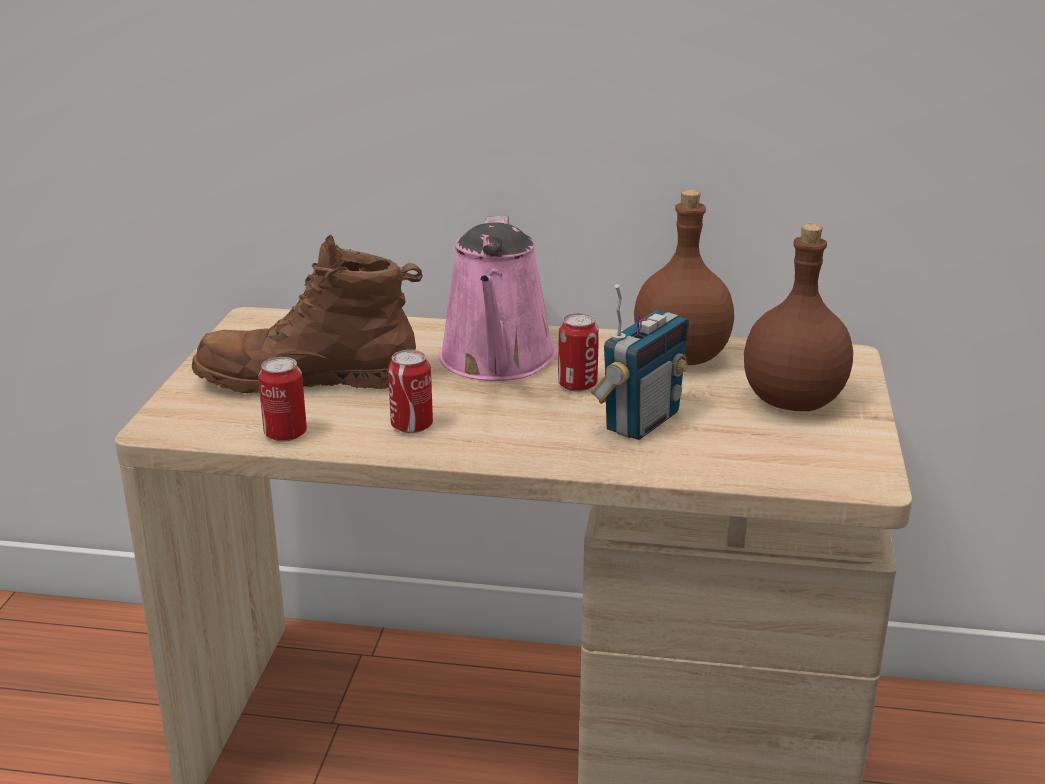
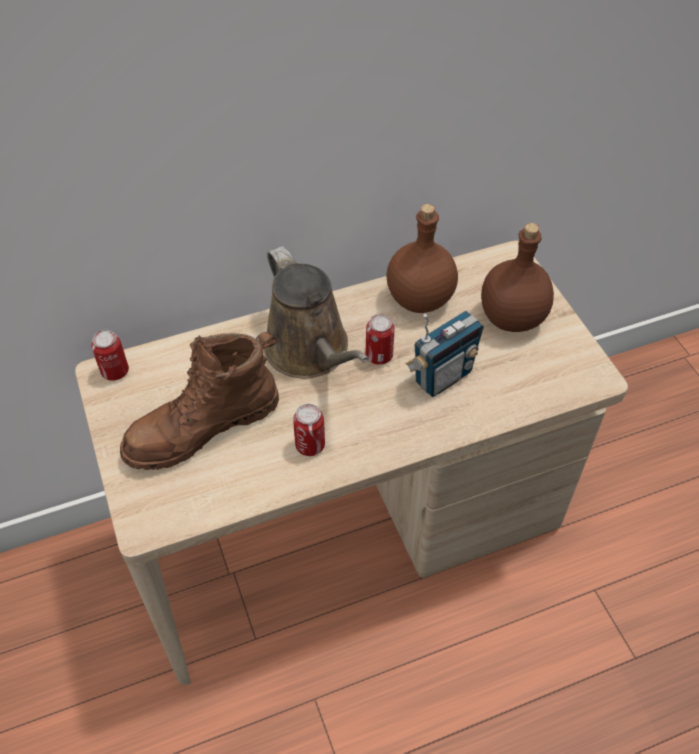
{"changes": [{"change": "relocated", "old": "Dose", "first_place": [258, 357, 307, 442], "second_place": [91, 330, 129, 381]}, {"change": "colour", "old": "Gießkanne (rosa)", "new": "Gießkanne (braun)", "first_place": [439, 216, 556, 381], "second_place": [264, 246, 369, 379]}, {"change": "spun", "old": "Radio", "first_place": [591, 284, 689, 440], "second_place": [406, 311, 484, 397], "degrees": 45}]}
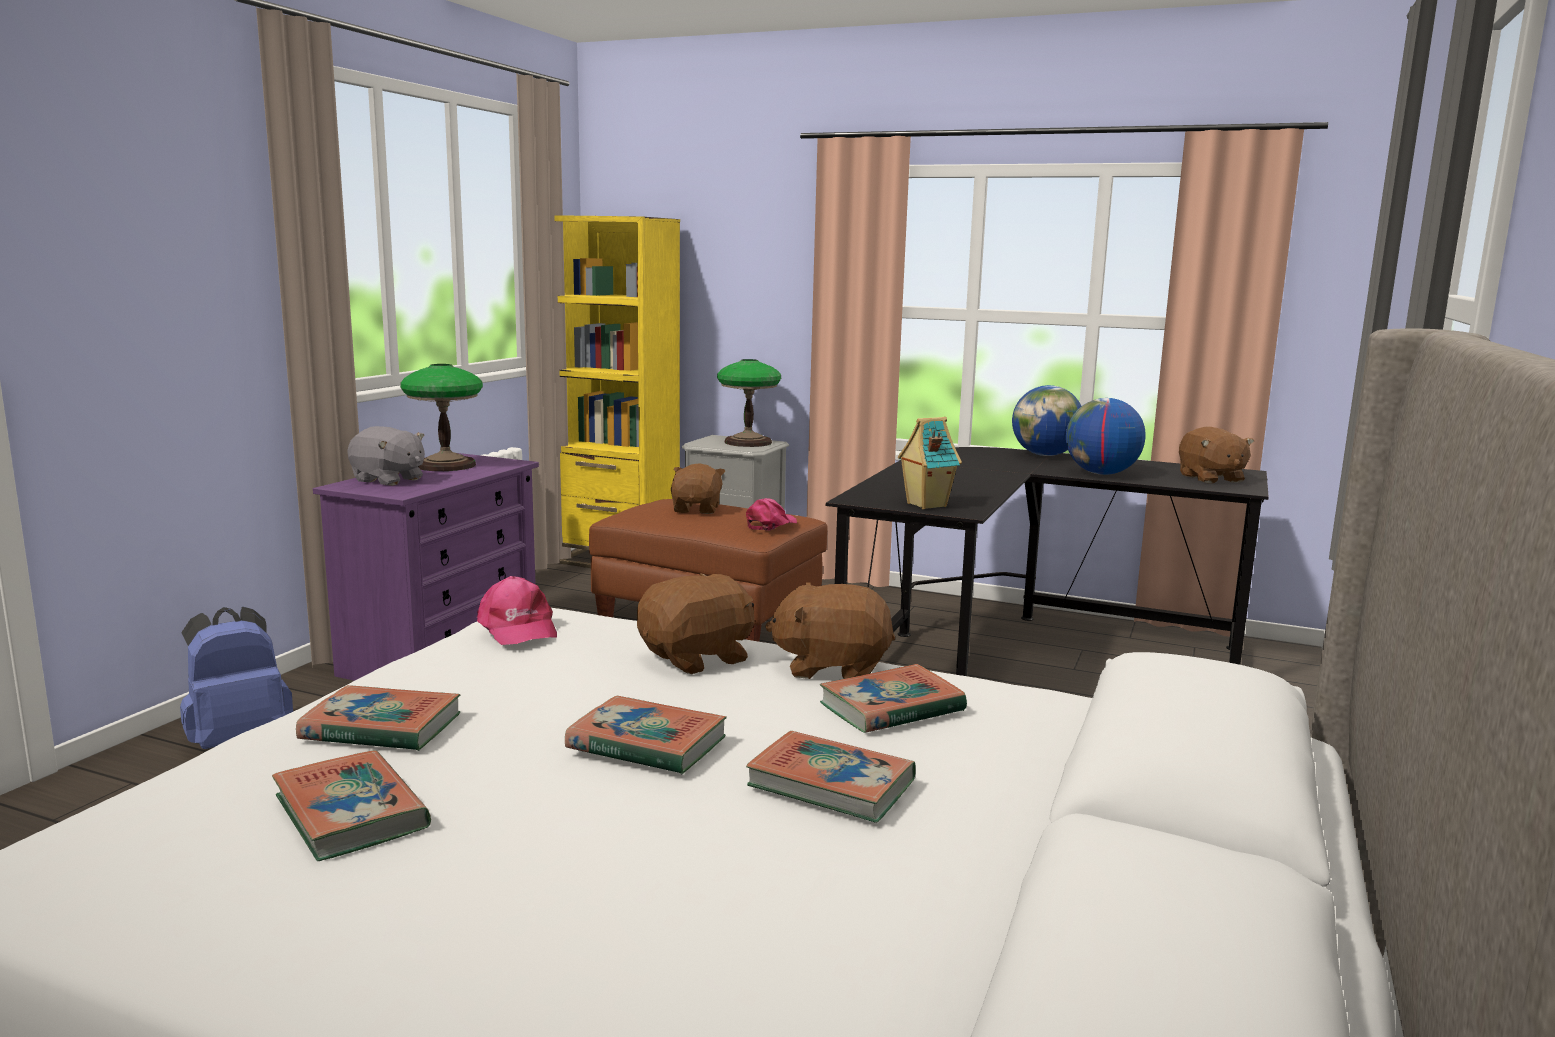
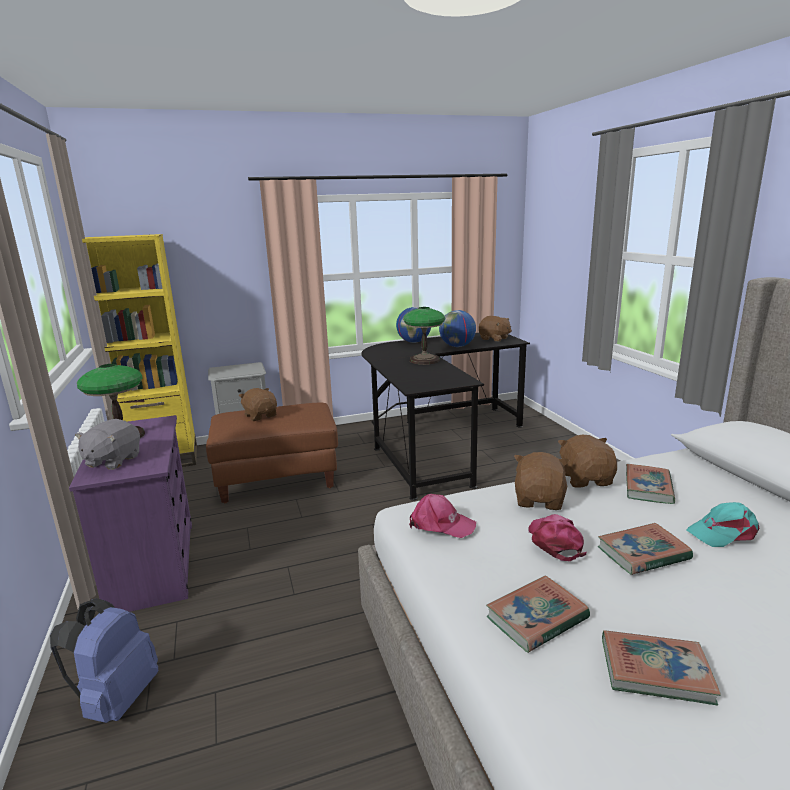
{"changes": [{"change": "missing", "old": "Spielzeughaus", "first_place": [898, 417, 962, 509]}, {"change": "relocated", "old": "Tischlampe", "first_place": [717, 359, 781, 447], "second_place": [403, 307, 445, 365]}, {"change": "relocated", "old": "Kappe (rosa)", "first_place": [746, 498, 797, 531], "second_place": [529, 514, 587, 561]}, {"change": "exchanged", "old": "Buch", "new": "Kappe (türkis)", "first_place": [746, 731, 916, 823], "second_place": [686, 502, 759, 547]}, {"change": "spun", "old": "Plüschtier (grau)", "first_place": [347, 426, 425, 486], "second_place": [75, 419, 140, 470], "degrees": 120}, {"change": "spun", "old": "Plüschtier (braun)", "first_place": [765, 582, 895, 679], "second_place": [558, 435, 617, 488], "degrees": 120}]}
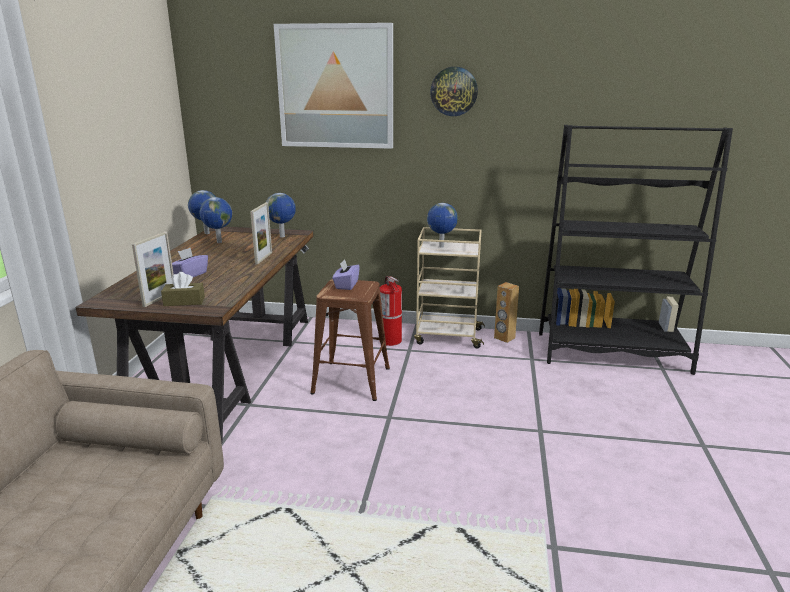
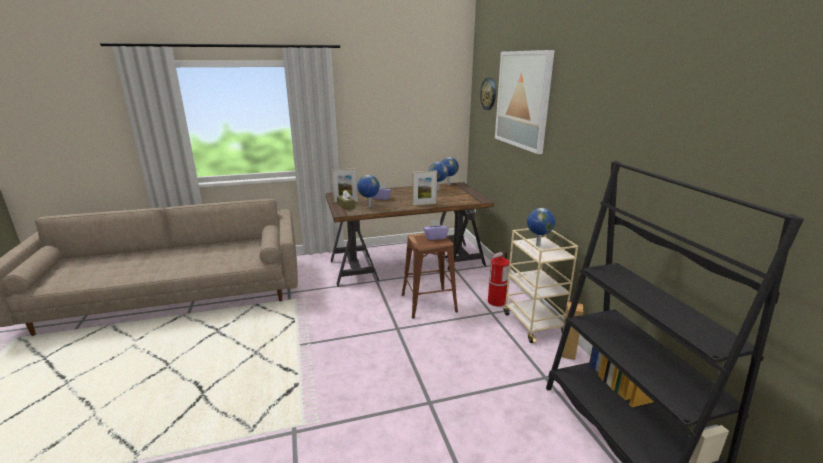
{"changes": [{"change": "relocated", "old": "Globus", "first_place": [266, 193, 296, 237], "second_place": [357, 175, 380, 207]}, {"change": "relocated", "old": "Wanduhr", "first_place": [430, 67, 478, 116], "second_place": [480, 78, 496, 110]}]}
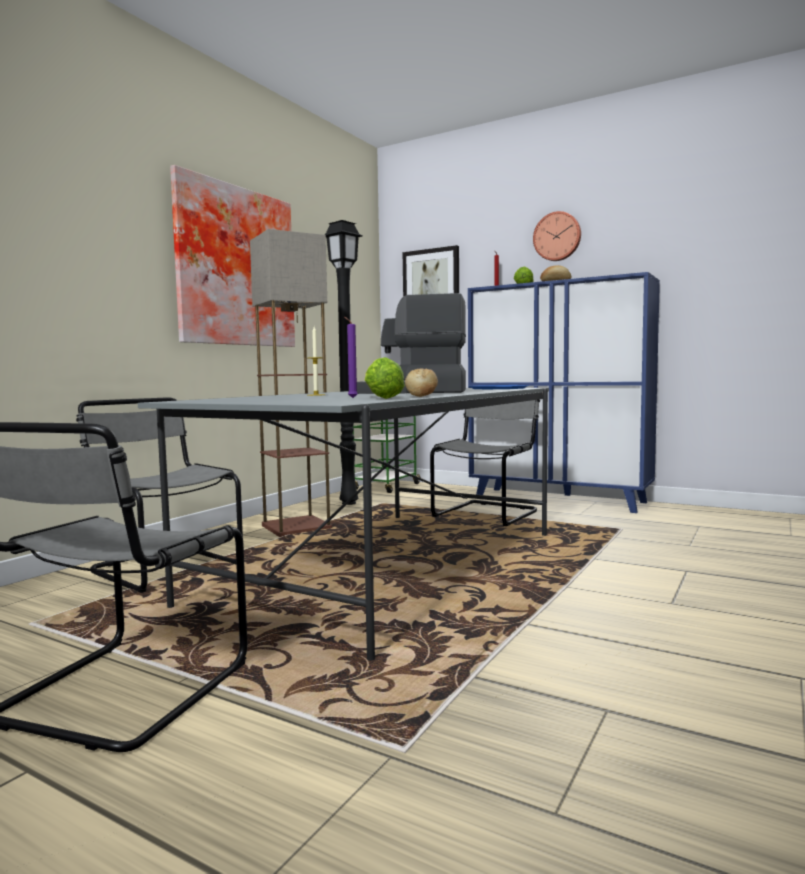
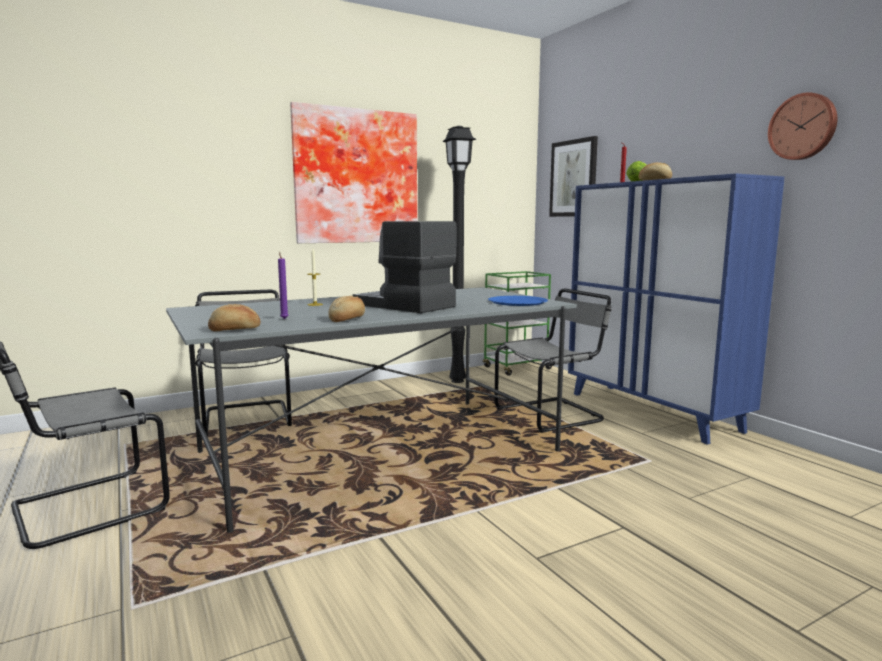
{"changes": [{"change": "missing", "old": "Stehlampe", "first_place": [250, 229, 332, 537]}, {"change": "missing", "old": "Salatkopf", "first_place": [365, 357, 405, 399]}, {"change": "appeared", "new": "Brot", "second_place": [208, 304, 260, 331]}, {"change": "relocated", "old": "Wanduhr", "first_place": [533, 211, 581, 261], "second_place": [768, 92, 837, 160]}]}
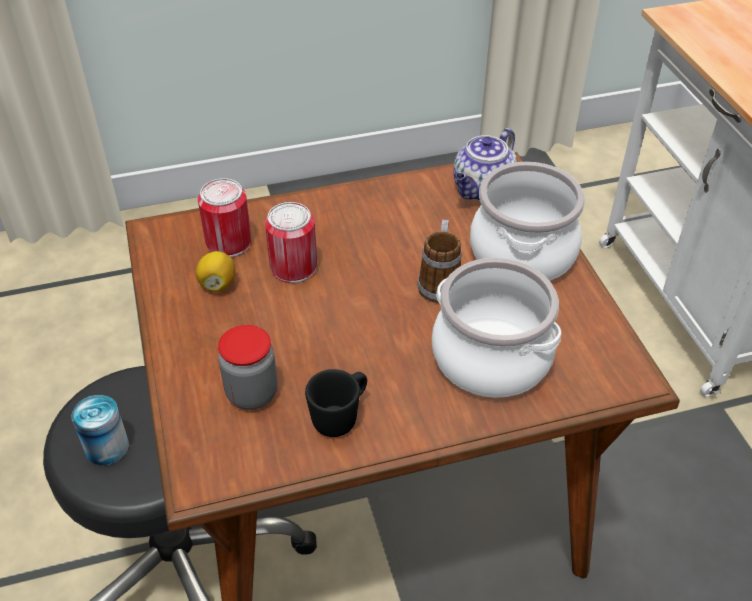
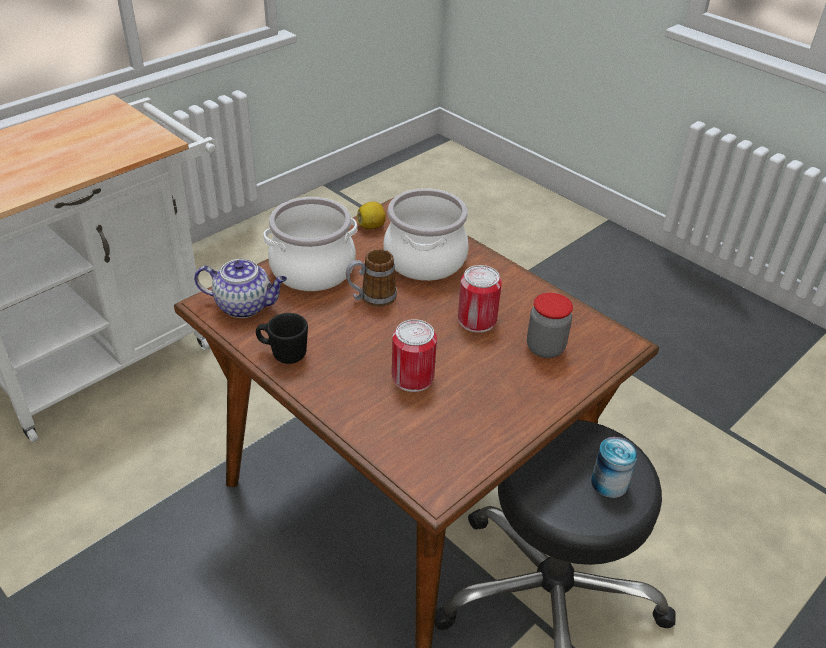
{"changes": [{"change": "relocated", "old": "Zitrone", "first_place": [196, 251, 235, 292], "second_place": [357, 202, 386, 229]}, {"change": "relocated", "old": "Dose", "first_place": [198, 178, 252, 257], "second_place": [458, 265, 502, 333]}, {"change": "relocated", "old": "Henkelbecher (schwarz)", "first_place": [305, 369, 367, 437], "second_place": [256, 313, 308, 364]}]}
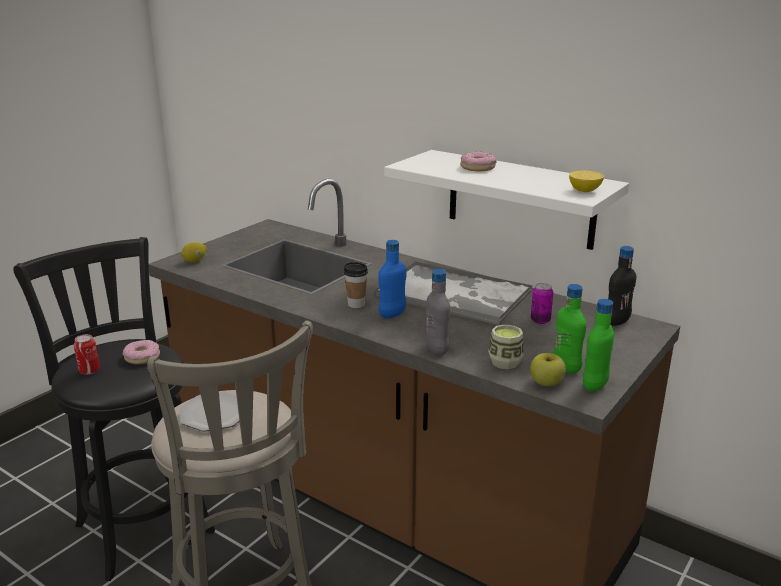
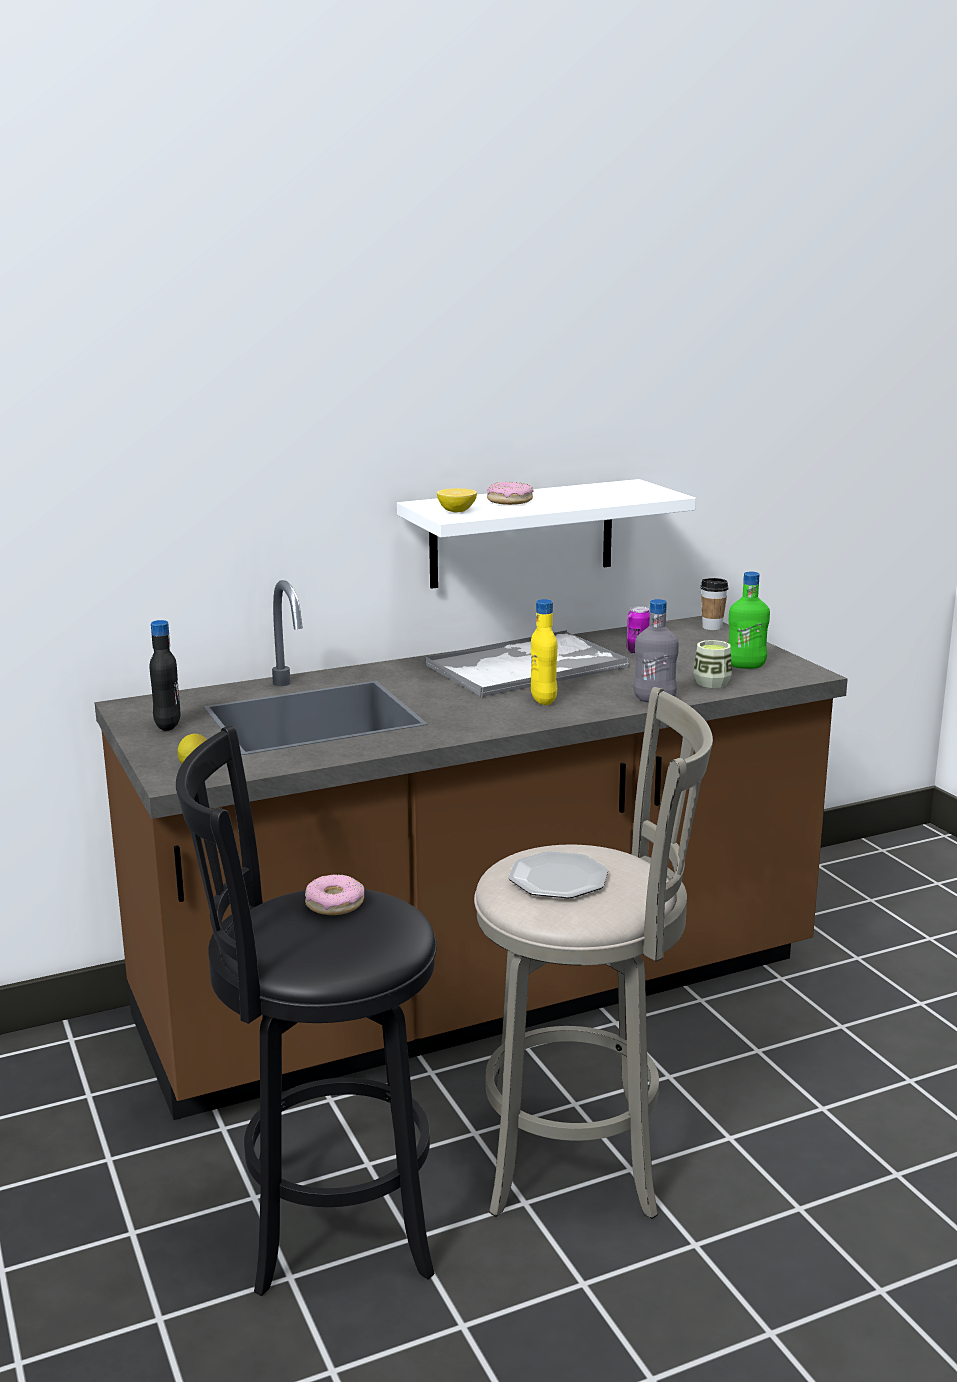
{"changes": [{"change": "missing", "old": "Dose", "first_place": [74, 334, 100, 375]}, {"change": "missing", "old": "Apfel", "first_place": [530, 353, 566, 386]}, {"change": "missing", "old": "Flasche (grün)", "first_place": [583, 299, 614, 392]}, {"change": "relocated", "old": "Tasse", "first_place": [344, 262, 368, 308], "second_place": [700, 578, 729, 630]}, {"change": "relocated", "old": "Zitrone", "first_place": [569, 171, 604, 192], "second_place": [437, 488, 477, 512]}, {"change": "relocated", "old": "Flasche (schwarz)", "first_place": [608, 246, 636, 326], "second_place": [150, 620, 180, 731]}, {"change": "colour", "old": "Flasche (blau)", "new": "Flasche (gelb)", "first_place": [378, 240, 406, 318], "second_place": [531, 599, 557, 705]}]}
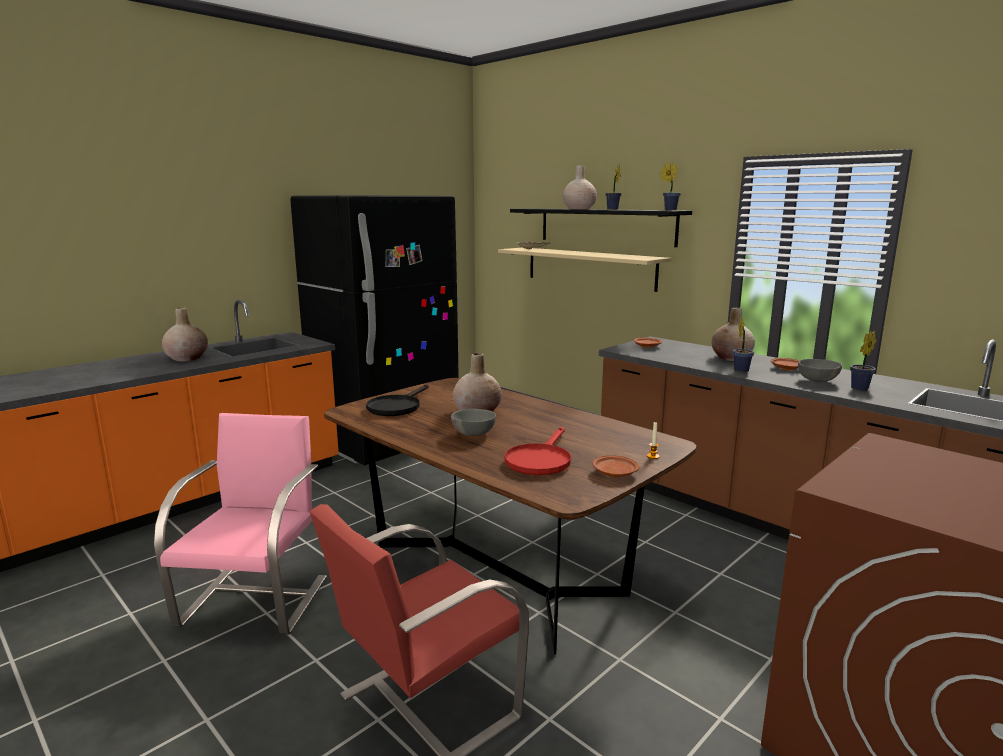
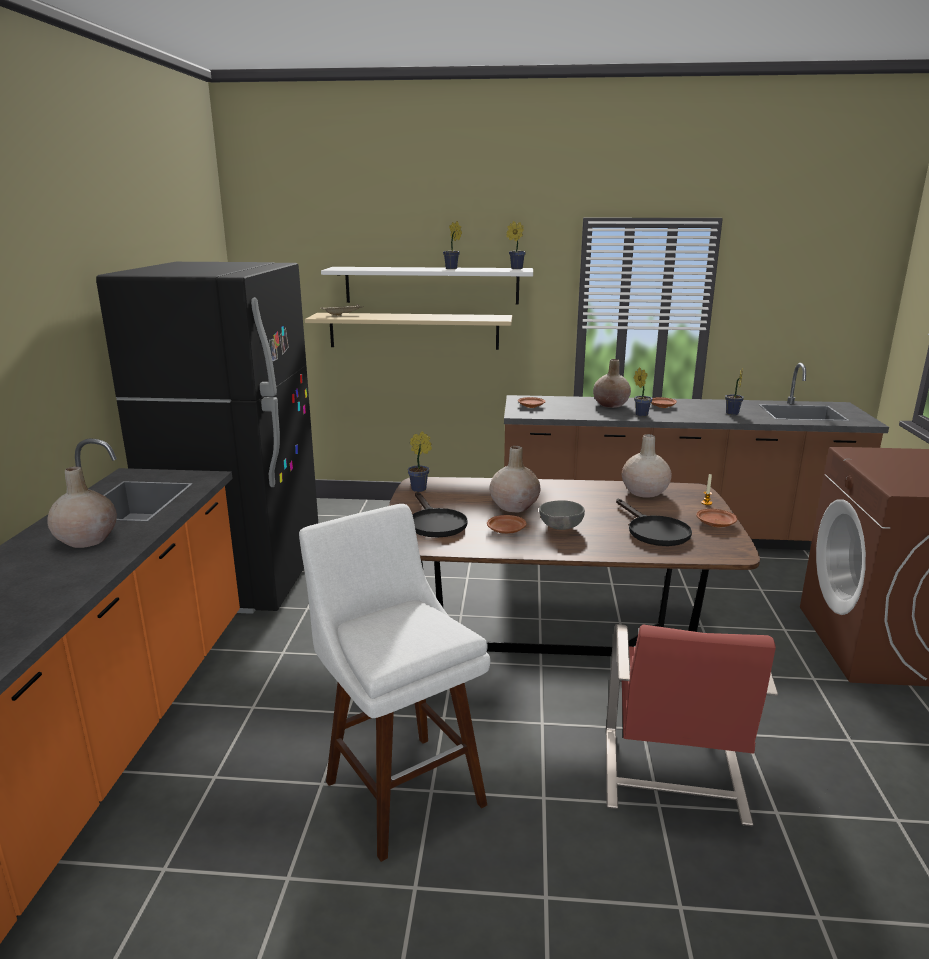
{"changes": [{"change": "missing", "old": "Schüssel (grau)", "first_place": [798, 359, 842, 382]}, {"change": "appeared", "new": "Topfpflanze", "second_place": [407, 431, 432, 492]}, {"change": "appeared", "new": "Teller (braun)", "second_place": [487, 515, 526, 534]}, {"change": "relocated", "old": "Vase (beige)", "first_place": [563, 165, 597, 209], "second_place": [622, 434, 672, 498]}, {"change": "exchanged", "old": "Stuhl (rosa)", "new": "Hocker (weiß)", "first_place": [154, 413, 327, 634], "second_place": [299, 504, 490, 862]}, {"change": "colour", "old": "Pfanne (rot)", "new": "Pfanne (schwarz)", "first_place": [505, 427, 571, 475], "second_place": [616, 499, 692, 546]}, {"change": "colour", "old": "Wandregal (schwarz)", "new": "Wandregal (weiß)", "first_place": [510, 208, 692, 247], "second_place": [321, 267, 533, 305]}]}
